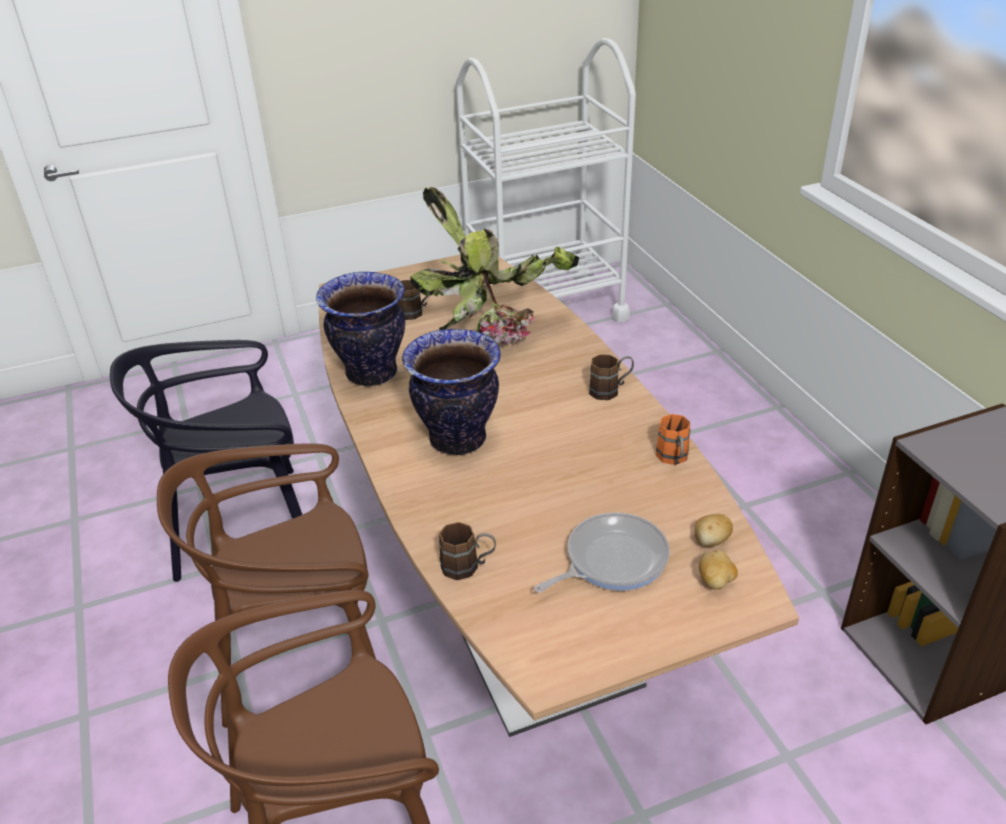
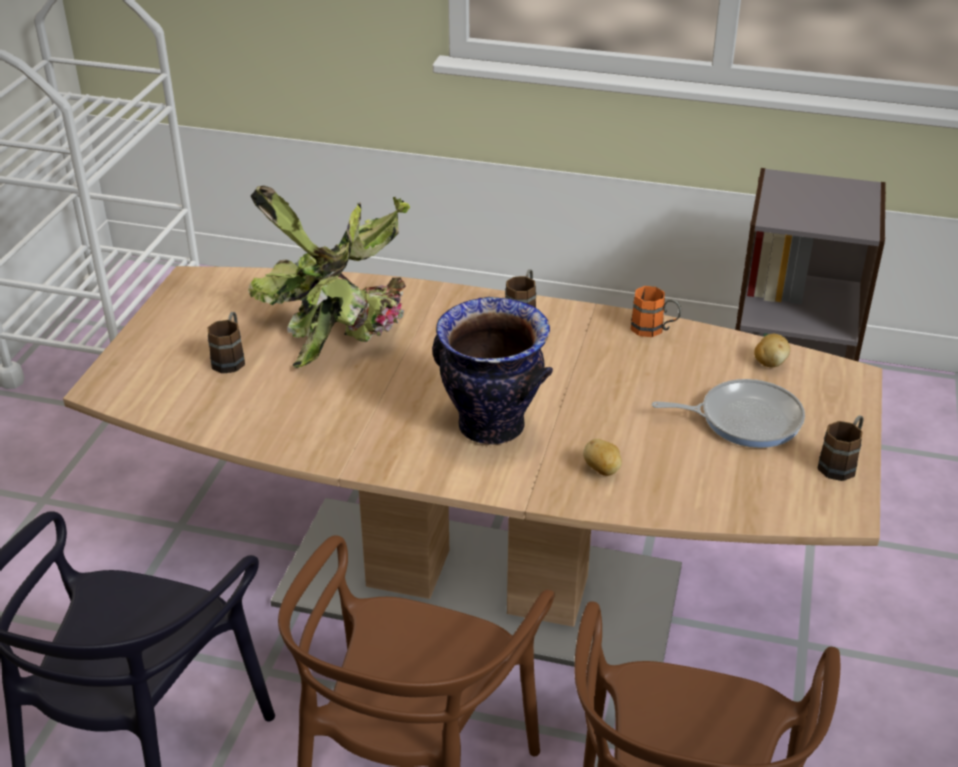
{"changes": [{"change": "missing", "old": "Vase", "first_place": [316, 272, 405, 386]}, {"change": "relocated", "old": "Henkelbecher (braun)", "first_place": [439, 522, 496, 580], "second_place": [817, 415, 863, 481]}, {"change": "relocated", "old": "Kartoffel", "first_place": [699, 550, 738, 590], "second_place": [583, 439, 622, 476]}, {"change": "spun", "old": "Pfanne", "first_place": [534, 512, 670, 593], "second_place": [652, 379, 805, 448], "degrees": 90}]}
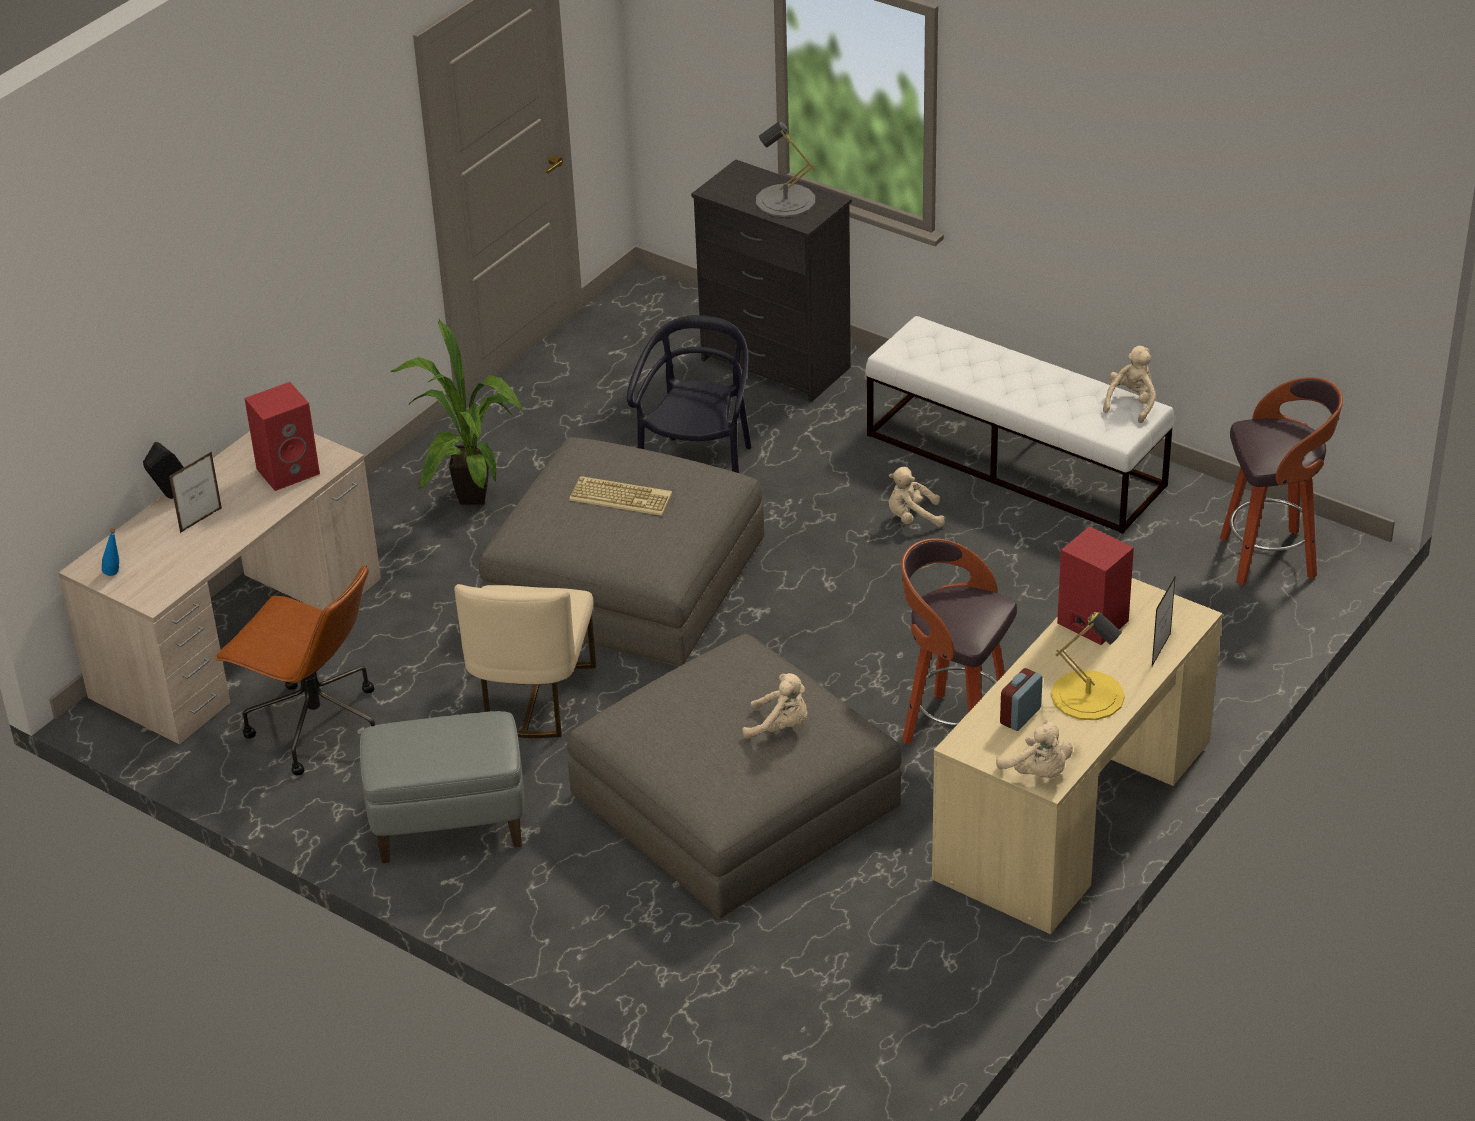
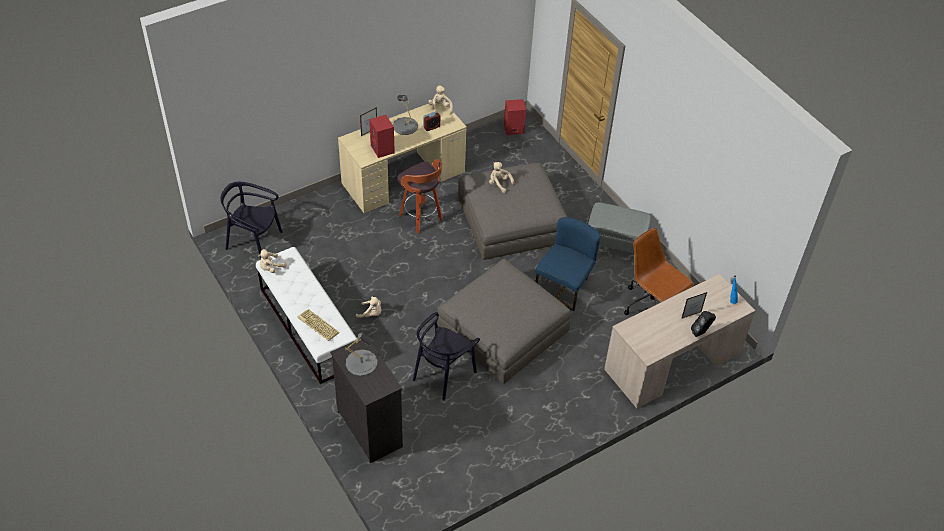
{"changes": [{"change": "missing", "old": "Topfpflanze", "first_place": [391, 319, 523, 504]}, {"change": "relocated", "old": "Lautsprecher (rot)", "first_place": [244, 382, 320, 491], "second_place": [504, 99, 526, 135]}, {"change": "relocated", "old": "Tastatur", "first_place": [569, 476, 672, 516], "second_place": [297, 309, 340, 341]}, {"change": "exchanged", "old": "Hocker", "new": "Stuhl (schwarz)", "first_place": [1220, 377, 1343, 586], "second_place": [220, 182, 283, 258]}, {"change": "colour", "old": "Stuhl (beige)", "new": "Stuhl (blau)", "first_place": [454, 584, 596, 738], "second_place": [536, 217, 600, 311]}, {"change": "colour", "old": "Tischlampe (gelb)", "new": "Tischlampe (grau)", "first_place": [1051, 612, 1125, 720], "second_place": [393, 95, 418, 135]}]}
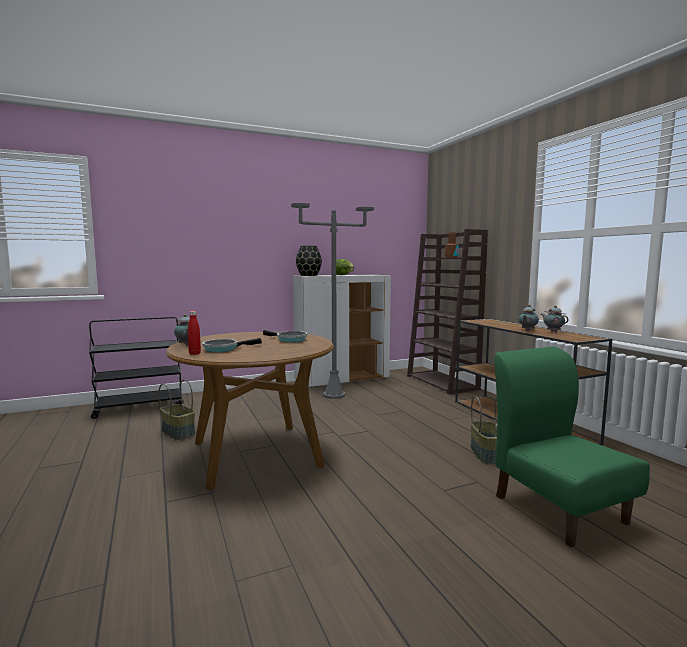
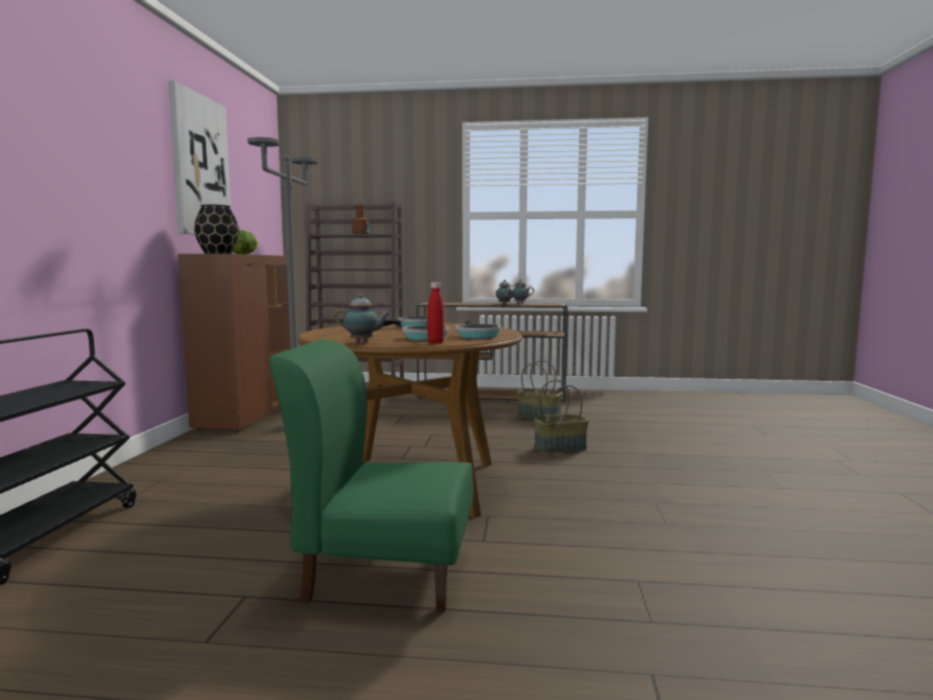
{"changes": [{"change": "appeared", "new": "Bild", "second_place": [168, 80, 231, 235]}, {"change": "appeared", "new": "Pfanne", "second_place": [456, 321, 501, 339]}, {"change": "relocated", "old": "Korb", "first_place": [159, 379, 195, 440], "second_place": [534, 380, 589, 454]}, {"change": "relocated", "old": "Stuhl (grün)", "first_place": [495, 346, 650, 547], "second_place": [270, 339, 473, 612]}, {"change": "colour", "old": "Schrank (weiß)", "new": "Schrank (braun)", "first_place": [293, 275, 391, 387], "second_place": [178, 254, 290, 432]}]}
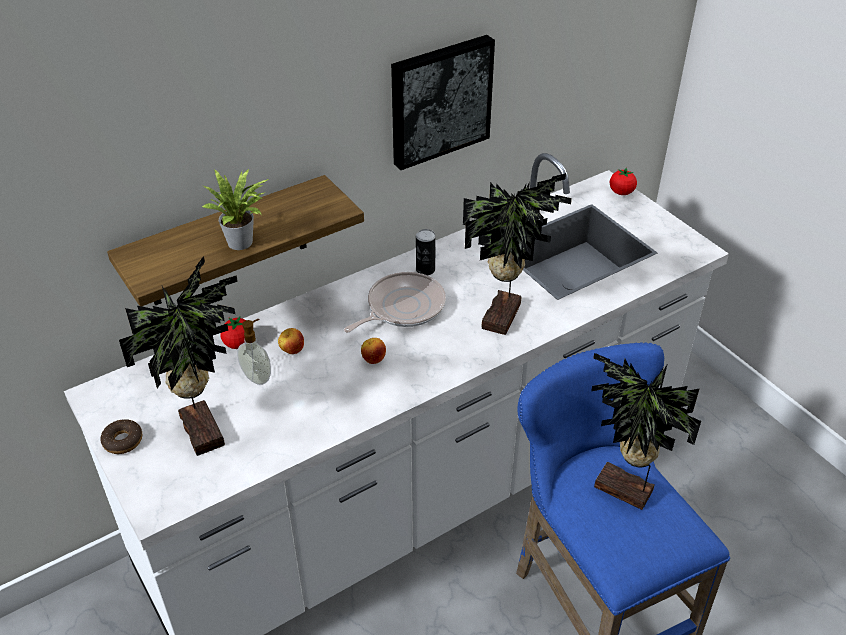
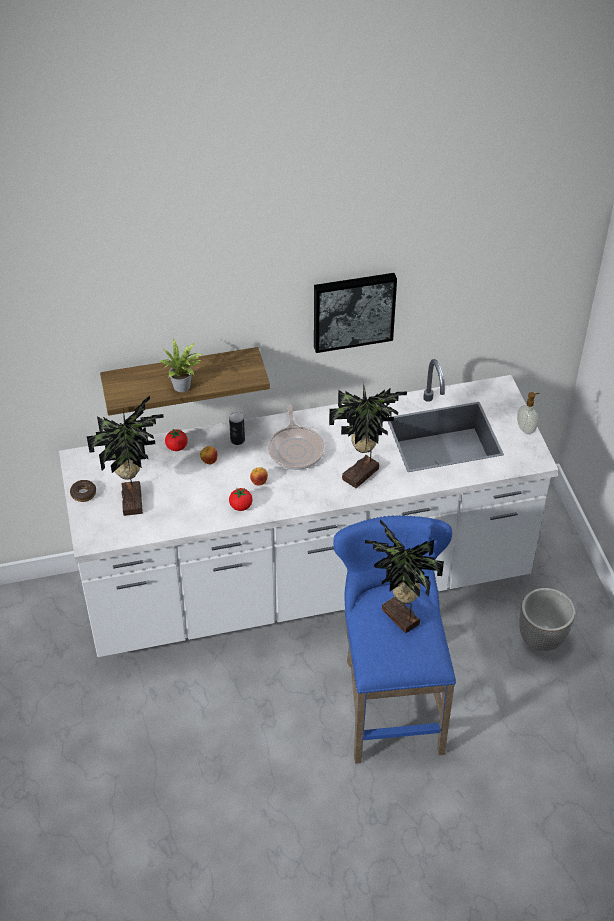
{"changes": [{"change": "appeared", "new": "Pflanzkübel", "second_place": [519, 588, 575, 651]}, {"change": "relocated", "old": "Seifenspender", "first_place": [237, 319, 271, 385], "second_place": [517, 392, 539, 435]}, {"change": "relocated", "old": "Dose", "first_place": [416, 229, 436, 275], "second_place": [229, 412, 245, 445]}, {"change": "relocated", "old": "Tomate", "first_place": [609, 167, 637, 195], "second_place": [229, 488, 252, 511]}, {"change": "spun", "old": "Pfanne", "first_place": [344, 272, 446, 333], "second_place": [268, 405, 325, 470], "degrees": 105}]}
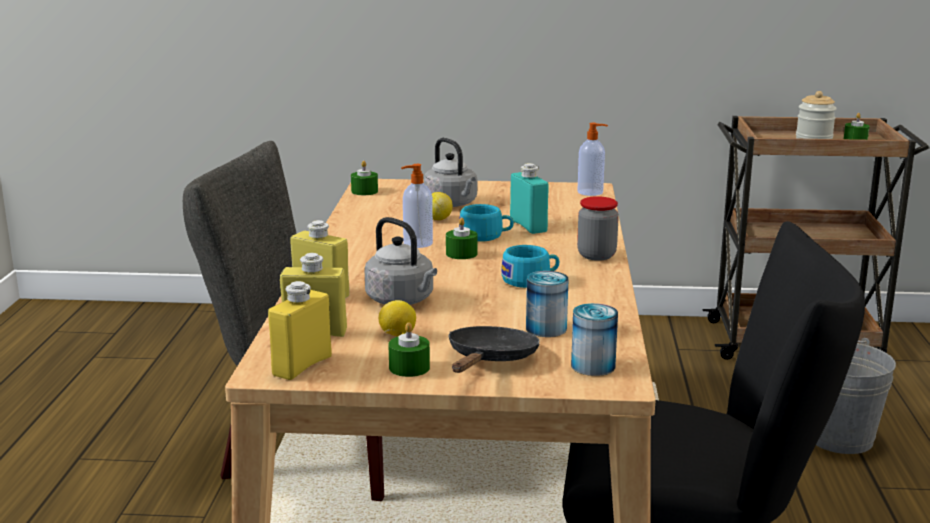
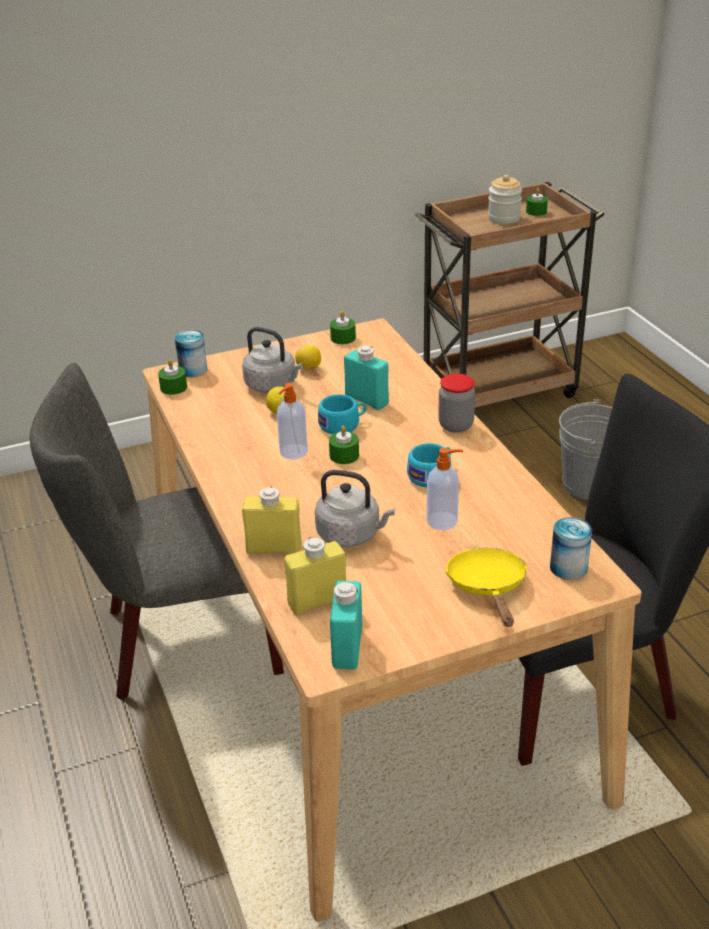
{"changes": [{"change": "relocated", "old": "Zitrone", "first_place": [379, 300, 416, 337], "second_place": [295, 345, 321, 370]}, {"change": "relocated", "old": "Kerze (grün)", "first_place": [388, 322, 430, 377], "second_place": [330, 311, 356, 344]}, {"change": "relocated", "old": "Dose", "first_place": [526, 271, 569, 337], "second_place": [175, 330, 207, 377]}, {"change": "relocated", "old": "Seifenspender", "first_place": [577, 123, 608, 196], "second_place": [427, 448, 463, 530]}, {"change": "colour", "old": "Flasche (gelb)", "new": "Flasche (türkis)", "first_place": [268, 281, 332, 380], "second_place": [330, 581, 363, 669]}, {"change": "colour", "old": "Pfanne (schwarz)", "new": "Pfanne (gelb)", "first_place": [449, 326, 540, 373], "second_place": [446, 548, 527, 627]}]}
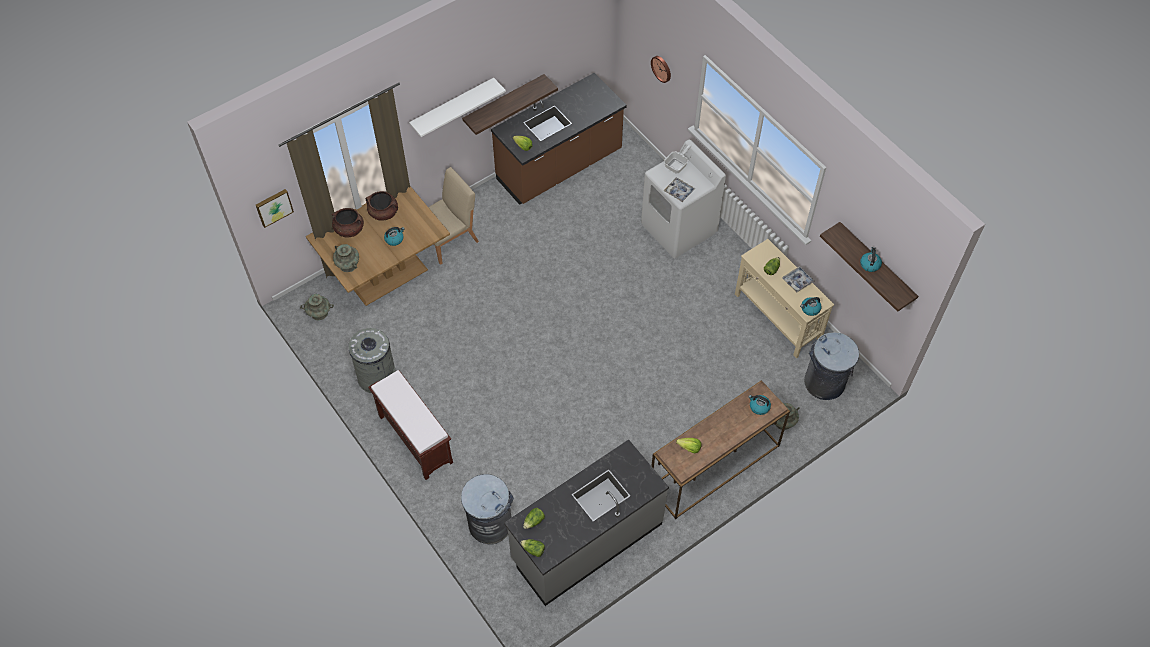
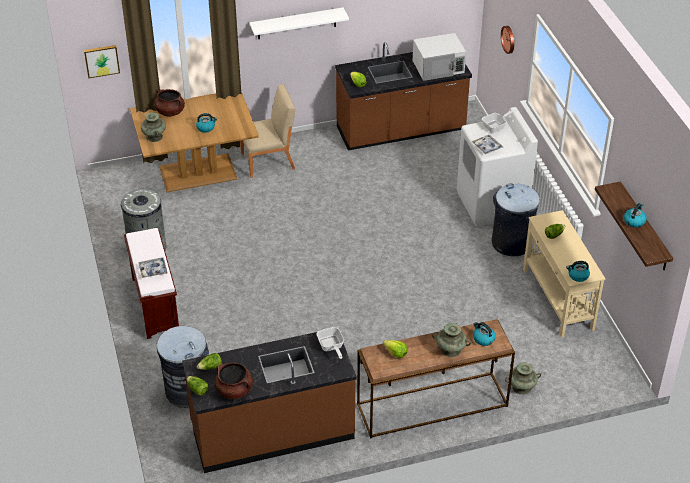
{"changes": [{"change": "missing", "old": "Wandregal", "first_place": [462, 74, 558, 135]}, {"change": "appeared", "new": "Pfanne", "second_place": [316, 327, 344, 359]}, {"change": "appeared", "new": "Mikrowelle (weiß)", "second_place": [413, 33, 466, 81]}, {"change": "relocated", "old": "Vase (türkis)", "first_place": [300, 294, 334, 320], "second_place": [432, 323, 471, 357]}, {"change": "relocated", "old": "Kochtopf (braun)", "first_place": [366, 191, 398, 221], "second_place": [215, 363, 253, 399]}, {"change": "relocated", "old": "Tablett", "first_place": [782, 266, 815, 293], "second_place": [139, 257, 168, 278]}, {"change": "relocated", "old": "Mülleimer (grau)", "first_place": [804, 332, 859, 400], "second_place": [491, 183, 540, 256]}, {"change": "colour", "old": "Küchenzeile (grau)", "new": "Küchenzeile (braun)", "first_place": [504, 440, 669, 606], "second_place": [182, 332, 356, 473]}]}
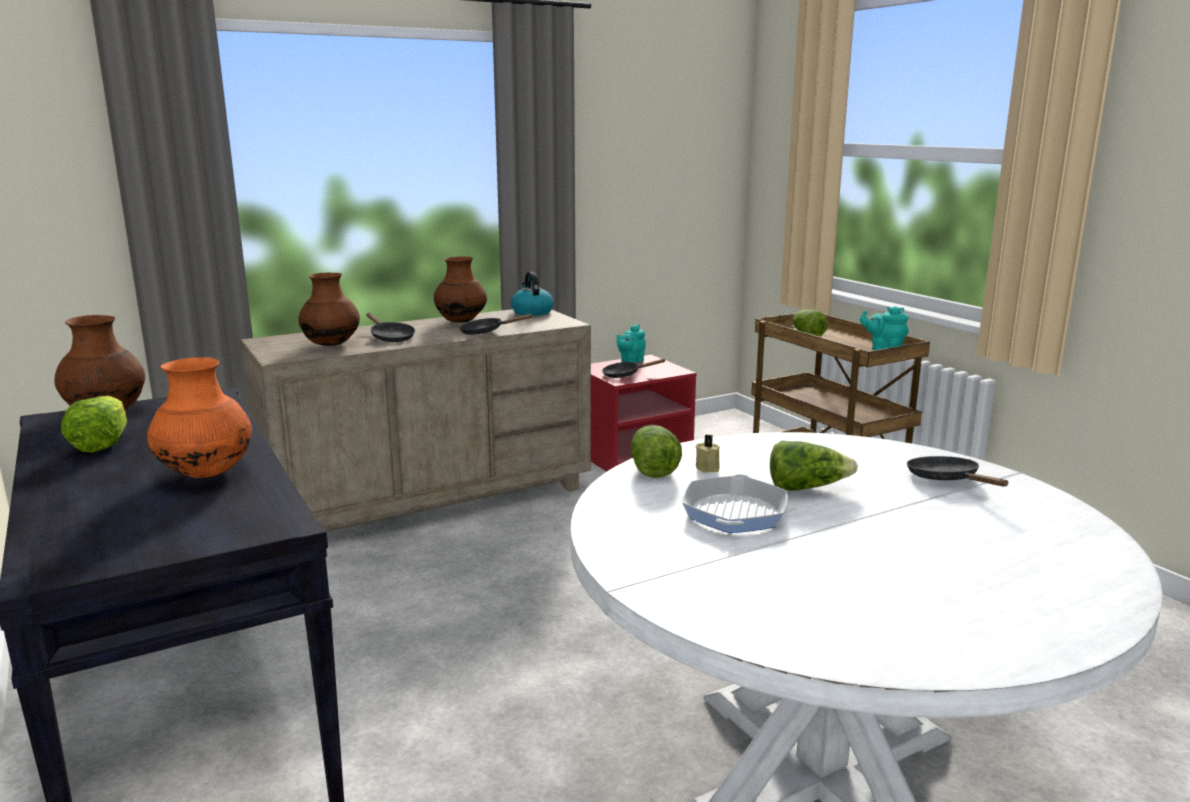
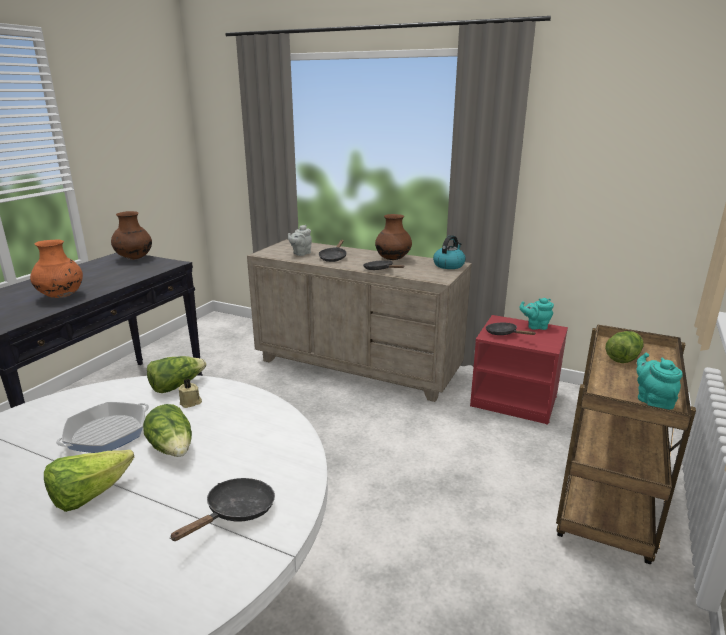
{"changes": [{"change": "relocated", "old": "Salatkopf", "first_place": [61, 396, 127, 452], "second_place": [44, 450, 134, 512]}, {"change": "exchanged", "old": "Vase (braun)", "new": "Teekanne (grau)", "first_place": [298, 273, 360, 346], "second_place": [288, 225, 312, 256]}, {"change": "spun", "old": "Pfanne", "first_place": [682, 474, 788, 533], "second_place": [56, 402, 149, 453], "degrees": 150}]}
